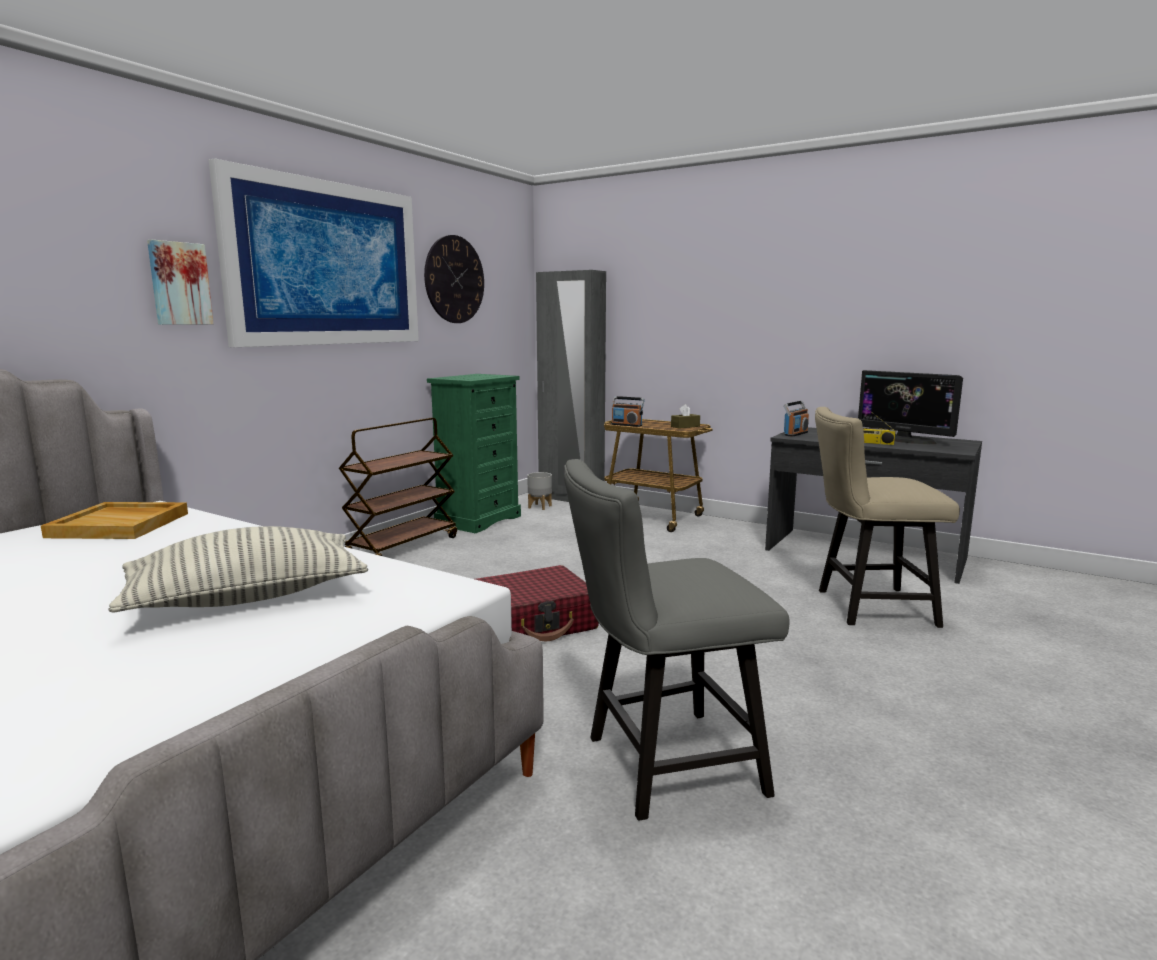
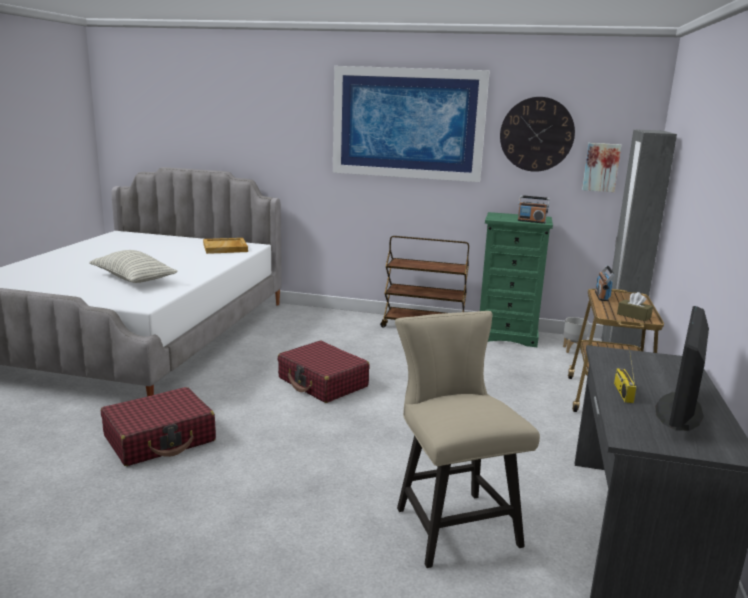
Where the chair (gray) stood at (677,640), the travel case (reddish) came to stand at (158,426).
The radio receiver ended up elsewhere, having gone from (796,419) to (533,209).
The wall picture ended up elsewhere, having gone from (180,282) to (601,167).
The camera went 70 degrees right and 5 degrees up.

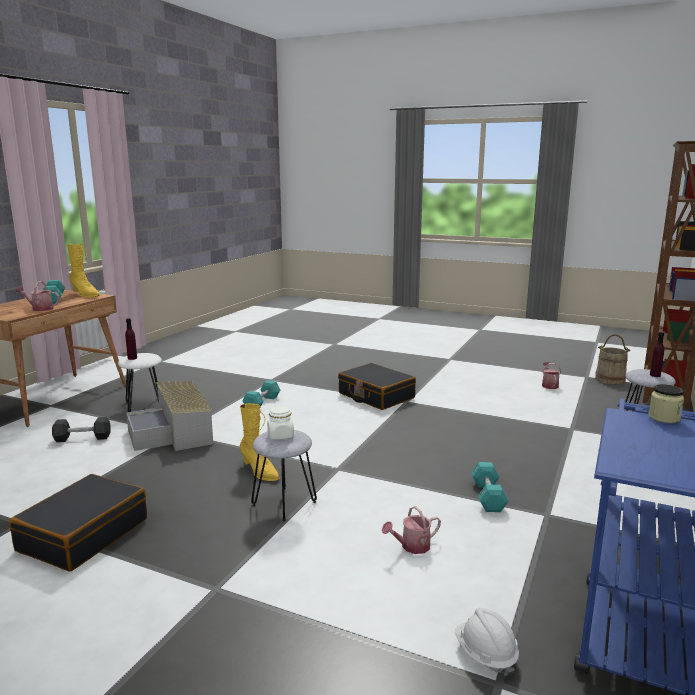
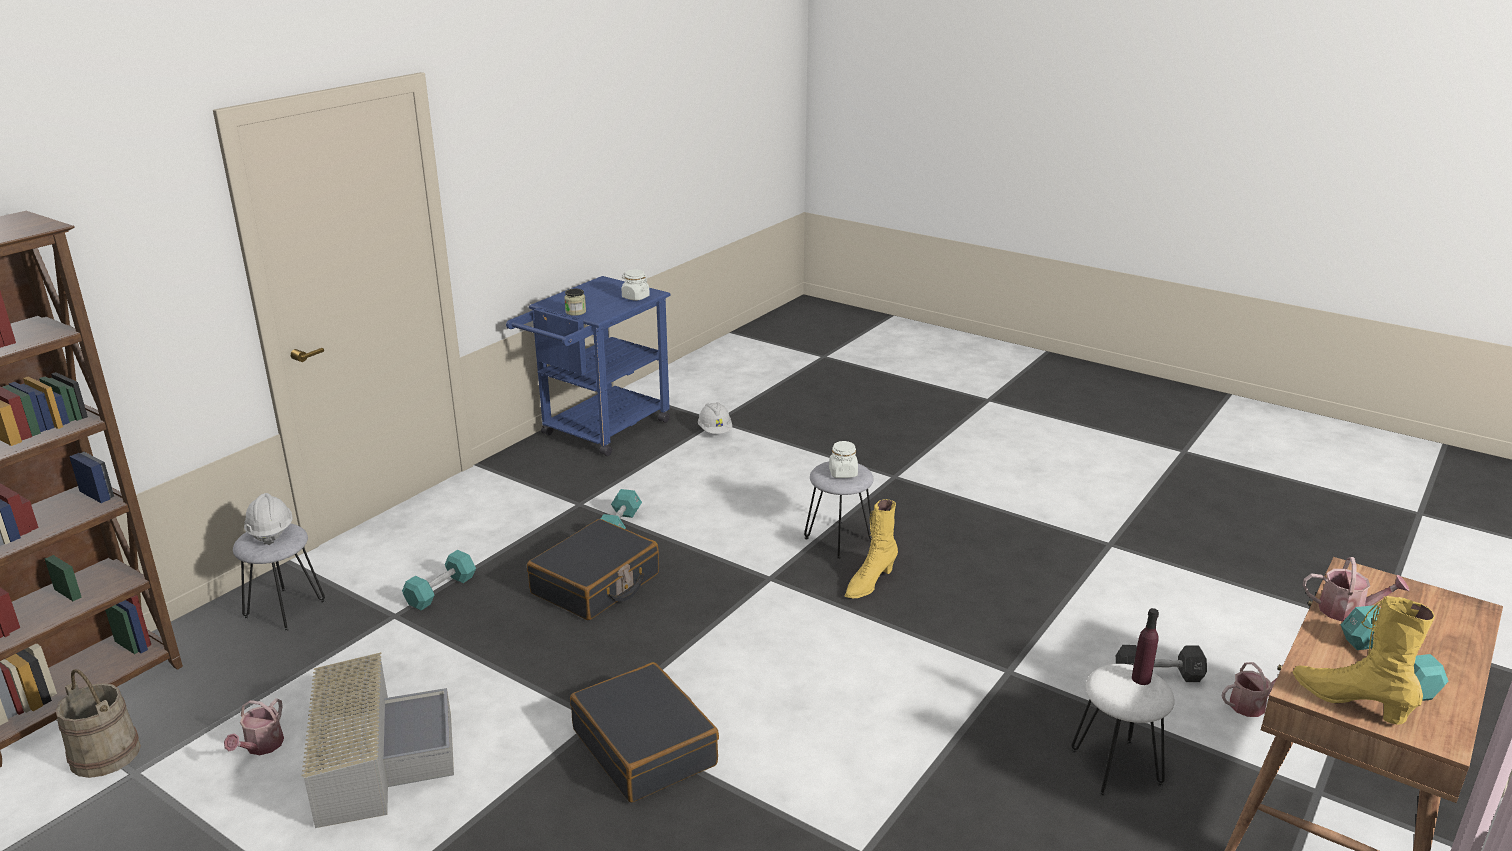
Where the beverage bottle (purple-coloured) stood at (657,354), the work helmet (whitish) came to stand at (268,519).
The storage box (gray) ended up elsewhere, having gone from (169,416) to (377,740).
The hand weight (turquoise-coloured) ended up elsewhere, having gone from (261,393) to (439,580).
The travel case (black-coloured) ended up elsewhere, having gone from (78,523) to (593,569).
The second view gained the preserve jar (whitish) at (636,285).
The high-top boot (yellow-coloured) at (259,442) ended up facing another way, 105 degrees counterclockwise from before.
The sprinkling can ended up elsewhere, having gone from (411,530) to (1252,689).
The camera went 170 degrees left and 10 degrees up.

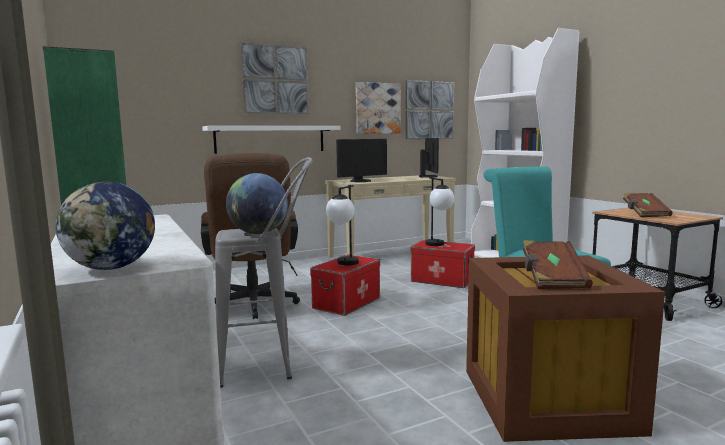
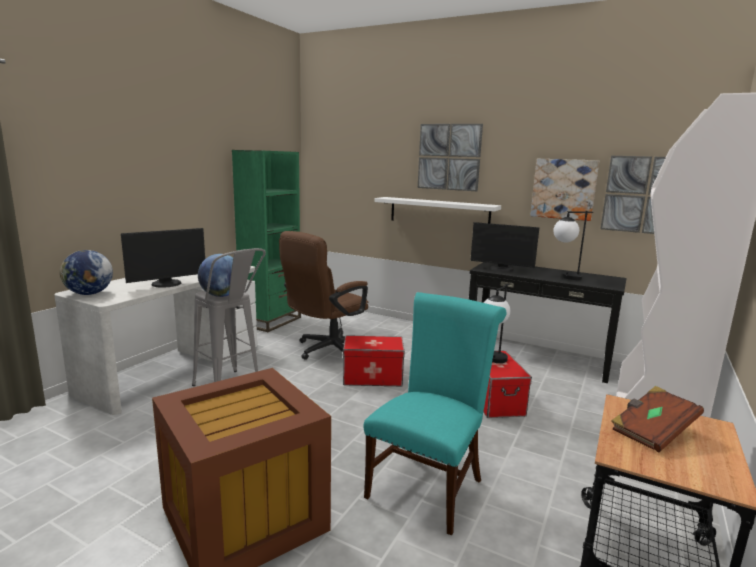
The monitor ended up elsewhere, having gone from (429,158) to (163,258).
What was the hall table (beige-coloured) at (390,216) turned into the hall table (black-coloured) at (548,322).
The tabletop lamp ended up elsewhere, having gone from (342,225) to (573,245).
The second view lost the volume (brown) at (558,264).
The camera went 55 degrees right and 5 degrees up.

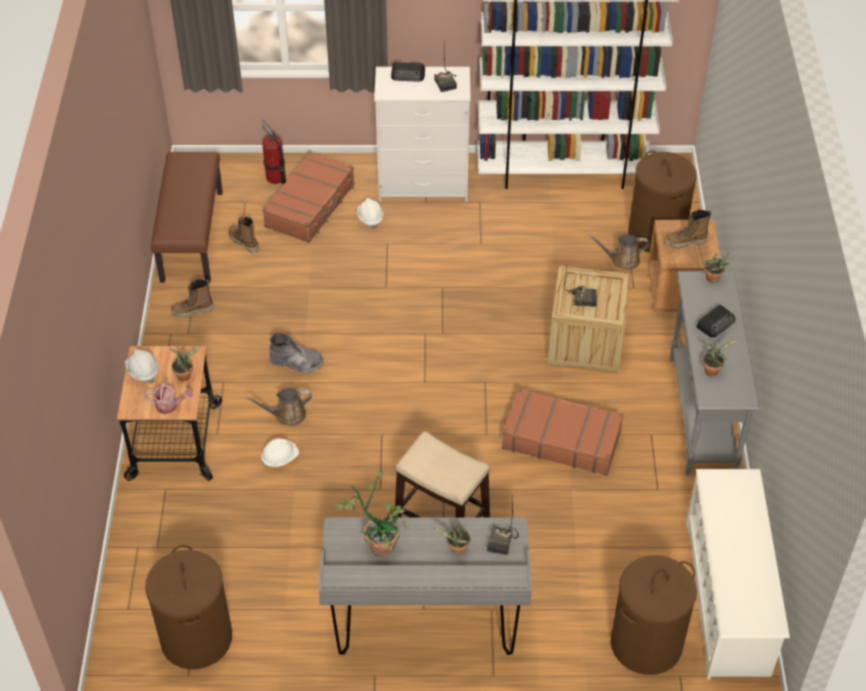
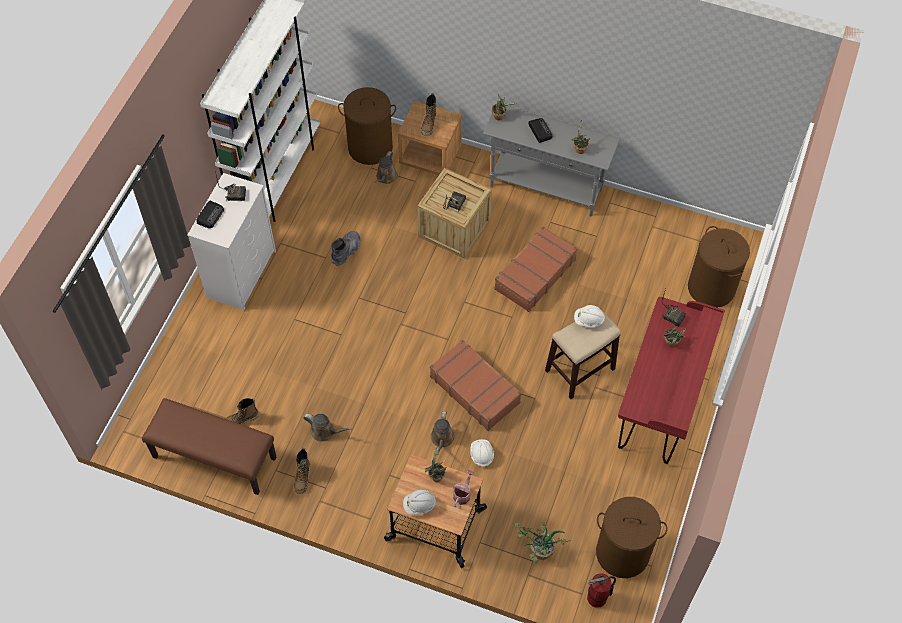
The second view gained the sprinkling can (brown) at (328,428).
The high-top boot (gray) ended up elsewhere, having gone from (296,353) to (346,248).
The travel case (brown) ended up elsewhere, having gone from (308,197) to (475,385).
The potted plant ended up elsewhere, having gone from (372,514) to (543,542).
The work helmet (whitish) ended up elsewhere, having gone from (370,213) to (589,316).
The fire extinguisher ended up elsewhere, having gone from (274,153) to (601,590).
What was the desk (gray) at (425,586) turned into the desk (reddish) at (671,380).
The second view lost the shoe rack (whitish) at (738,574).
The camera went 70 degrees left and 10 degrees up.

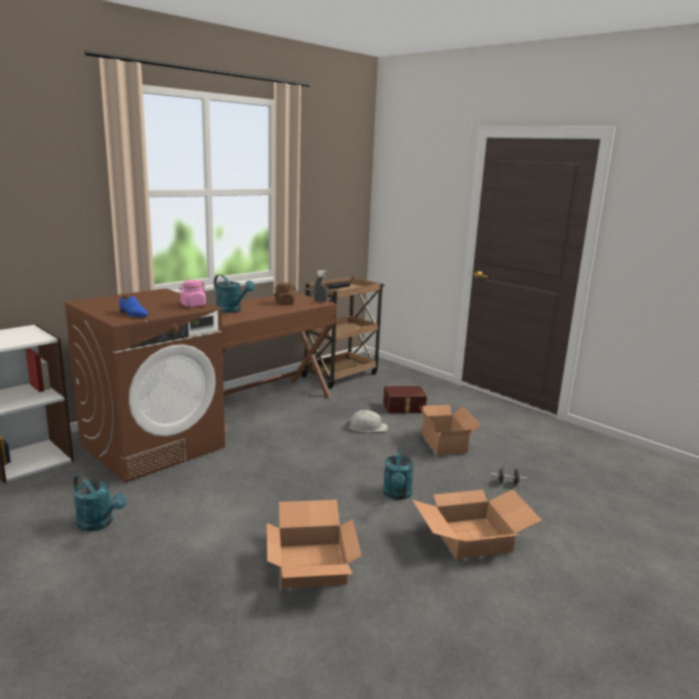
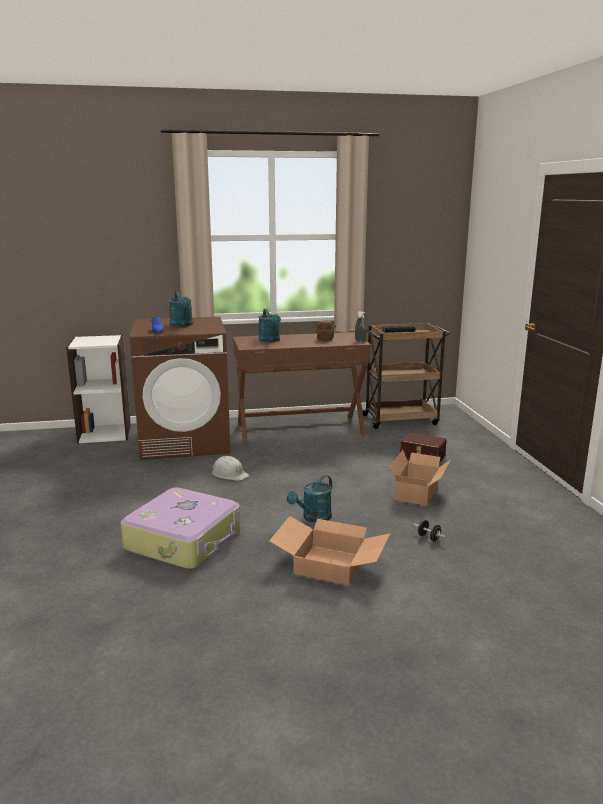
Where the cardboard box stood at (314,544), the travel case came to stand at (180,528).
The sprinkling can (turquoise-coloured) ended up elsewhere, having gone from (100,502) to (181,309).
The work helmet (whitish) ended up elsewhere, having gone from (367,421) to (230,468).
The second view lost the preserve jar (pink-coloured) at (192,293).
The camera went 35 degrees right and 0 degrees up.

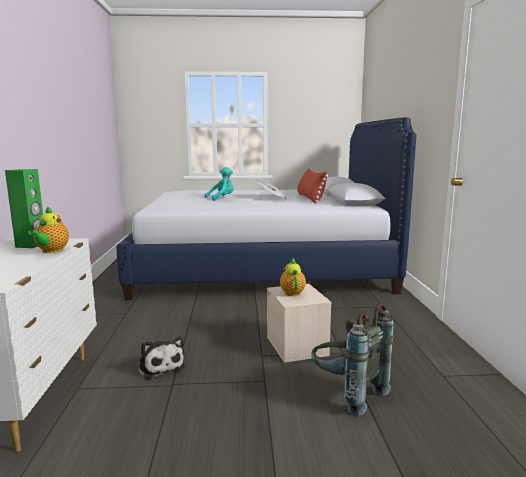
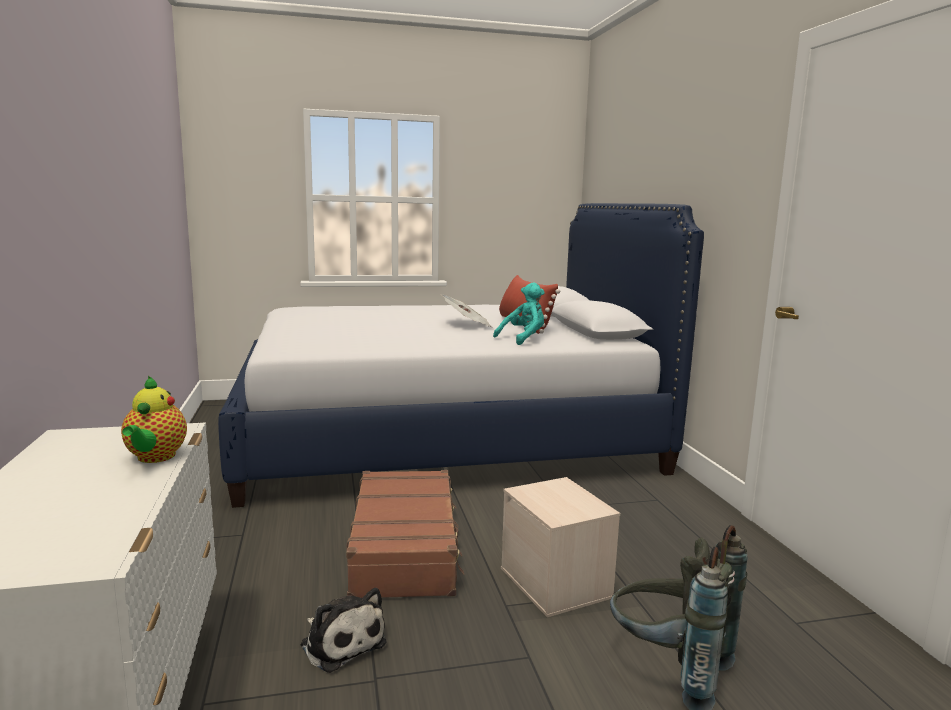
The second view gained the travel case (brown) at (405,534).
The soft toy (turquoise-coloured) ended up elsewhere, having gone from (219,184) to (519,314).
The second view lost the speaker (green) at (24,208).
The second view lost the tea pot at (293,277).
The camera went 10 degrees left and 0 degrees up.

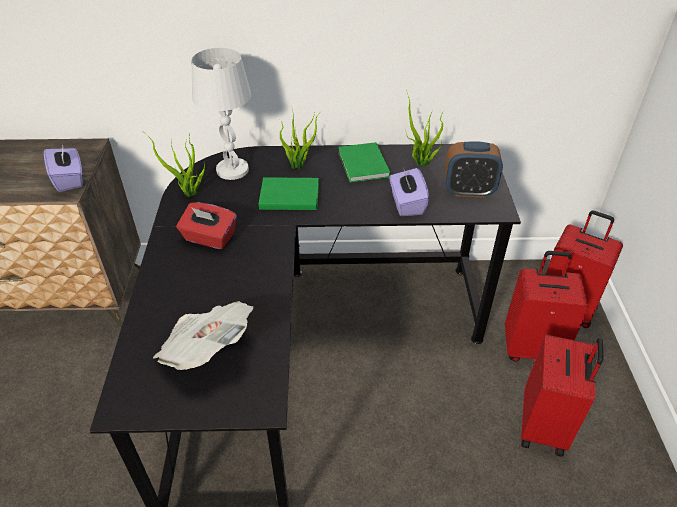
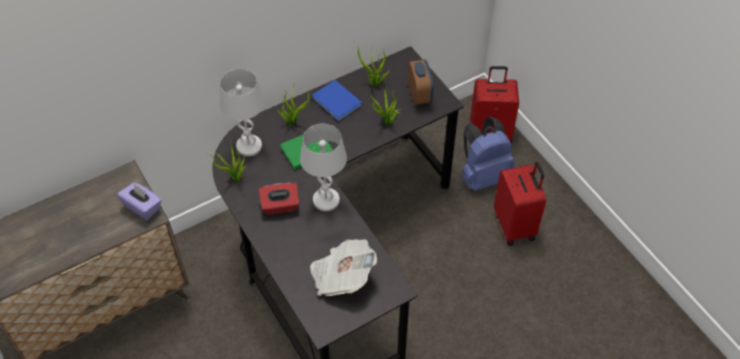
The second view gained the tabletop lamp (whitish) at (323,167).
What was the volume (green) at (364,162) turned into the volume (bluish) at (337,101).
Where the tissue holder (purple-coloured) stood at (409,191), the potted plant came to stand at (386,106).
The table clock at (474,169) ended up facing another way, 75 degrees counterclockwise from before.
Where the travel case (reddish) stood at (546,306), the backpack (bluish) came to stand at (488,153).
The camera went 30 degrees left and 10 degrees up.

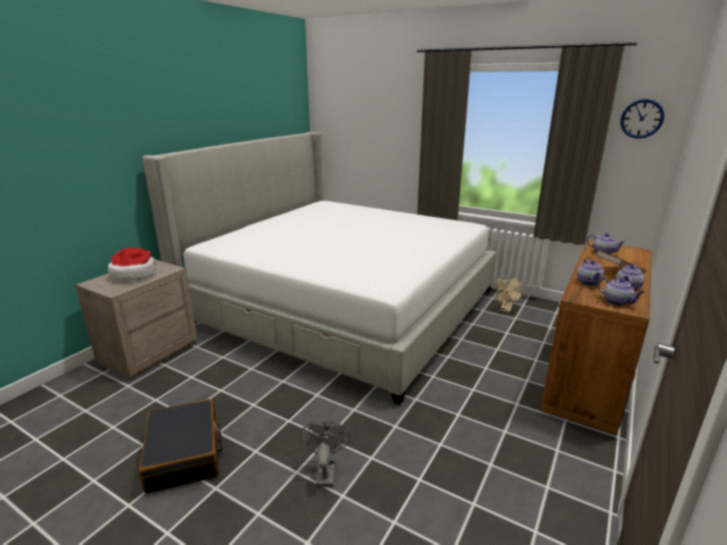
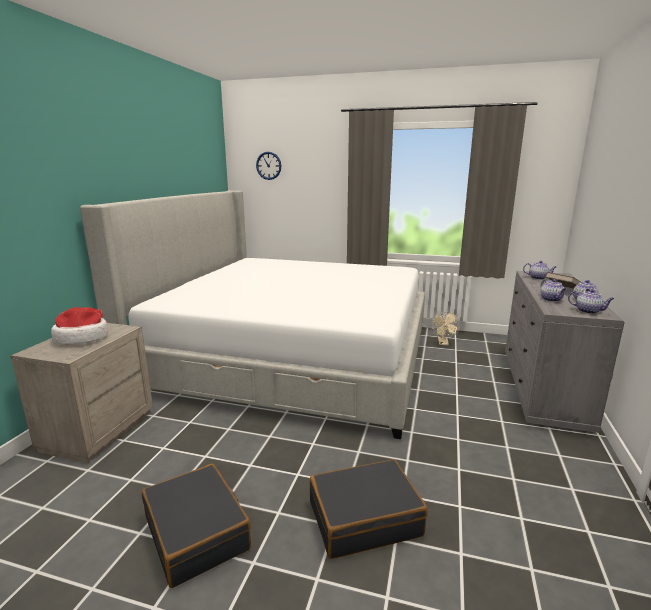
The clock on the wall ended up elsewhere, having gone from (642,119) to (268,166).
Where the electric fan (gray) stood at (325,453), the travel case (black-coloured) came to stand at (369,509).
What was the chest of drawers (brown) at (596,338) turned into the chest of drawers (gray) at (565,352).
The camera went 15 degrees left and 5 degrees down.

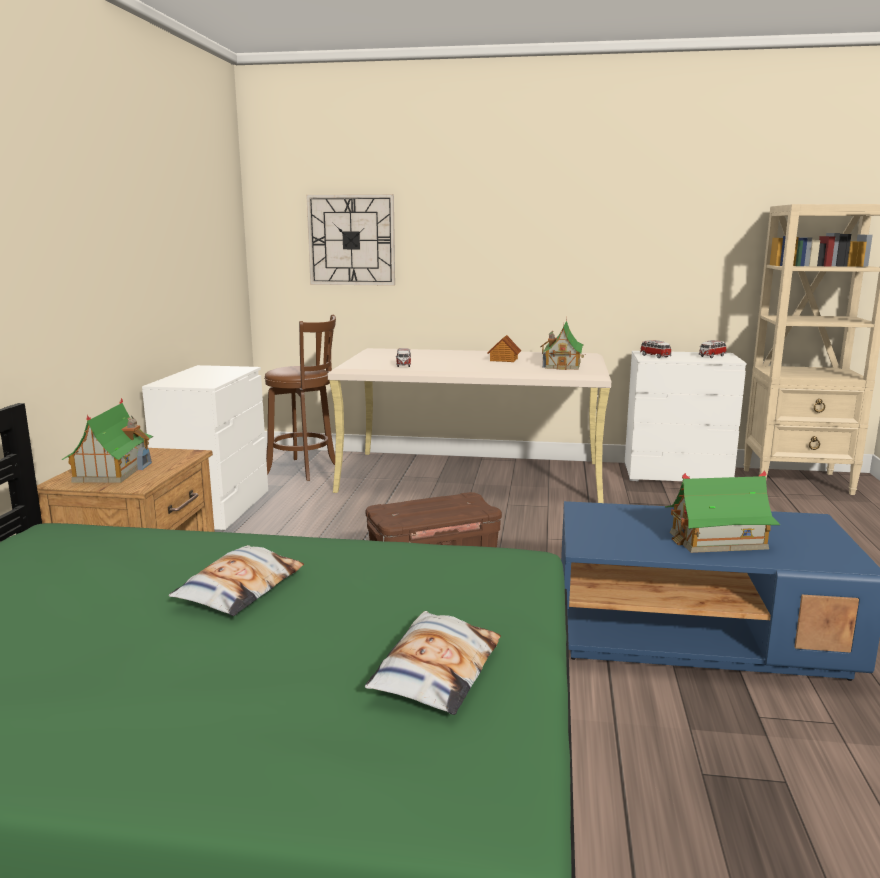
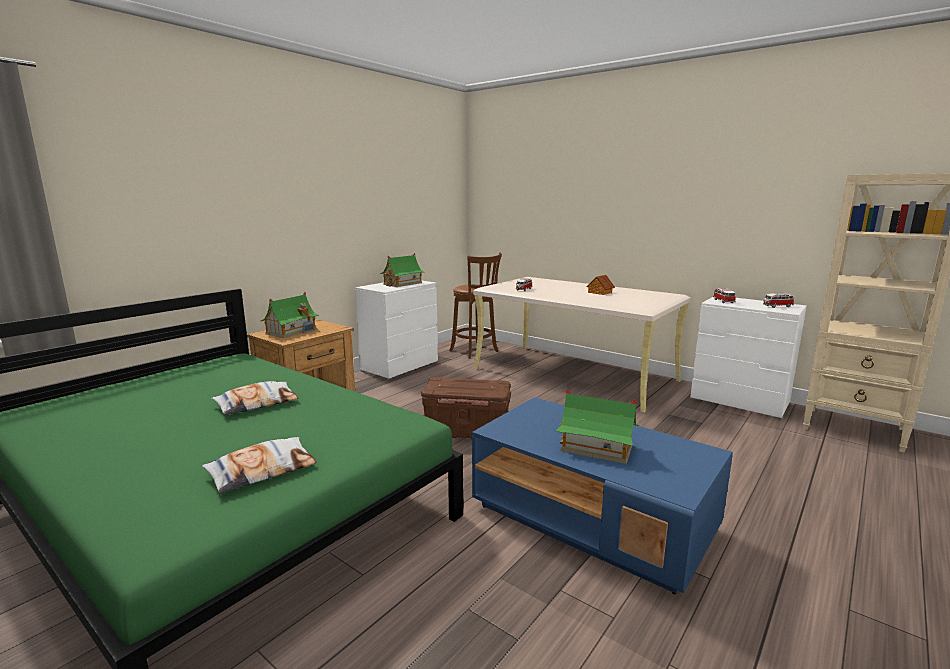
The model house ended up elsewhere, having gone from (563,344) to (402,270).
The second view lost the clock on the wall at (350,240).
The camera went 30 degrees right and 0 degrees up.

